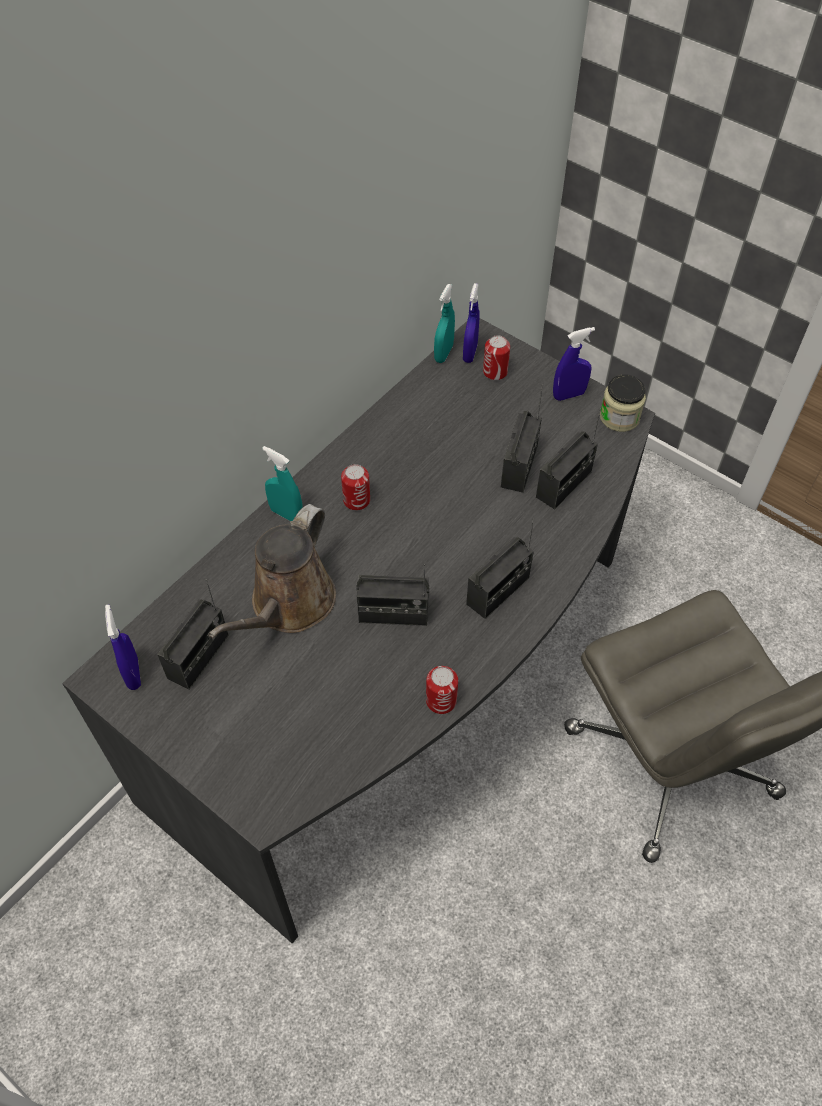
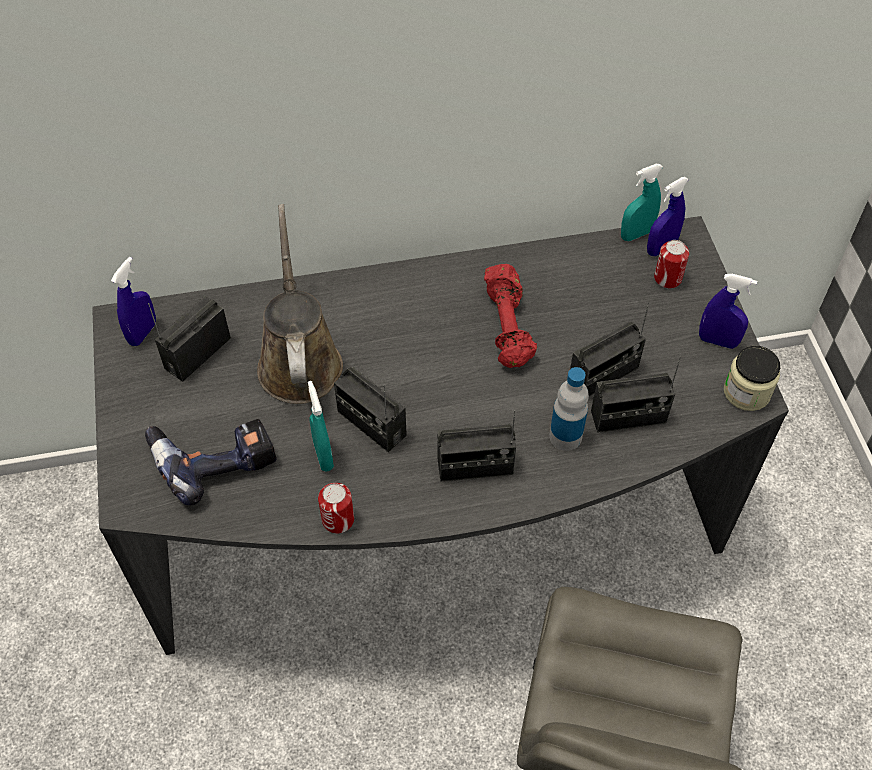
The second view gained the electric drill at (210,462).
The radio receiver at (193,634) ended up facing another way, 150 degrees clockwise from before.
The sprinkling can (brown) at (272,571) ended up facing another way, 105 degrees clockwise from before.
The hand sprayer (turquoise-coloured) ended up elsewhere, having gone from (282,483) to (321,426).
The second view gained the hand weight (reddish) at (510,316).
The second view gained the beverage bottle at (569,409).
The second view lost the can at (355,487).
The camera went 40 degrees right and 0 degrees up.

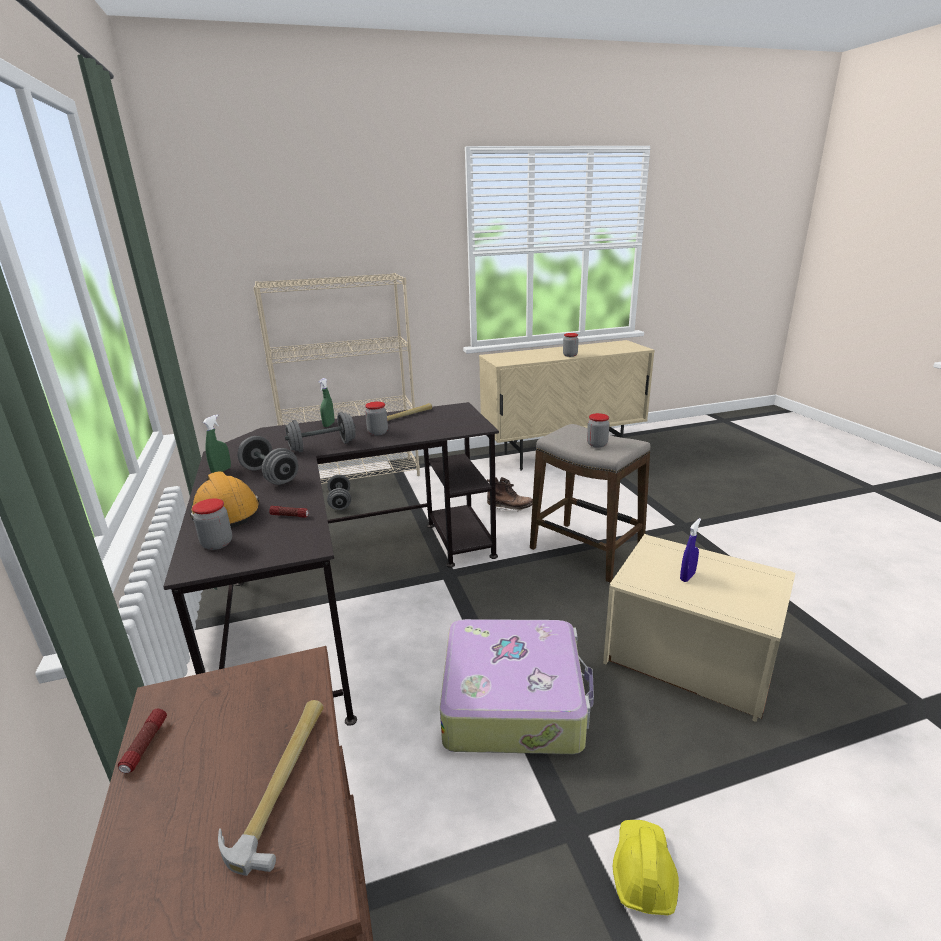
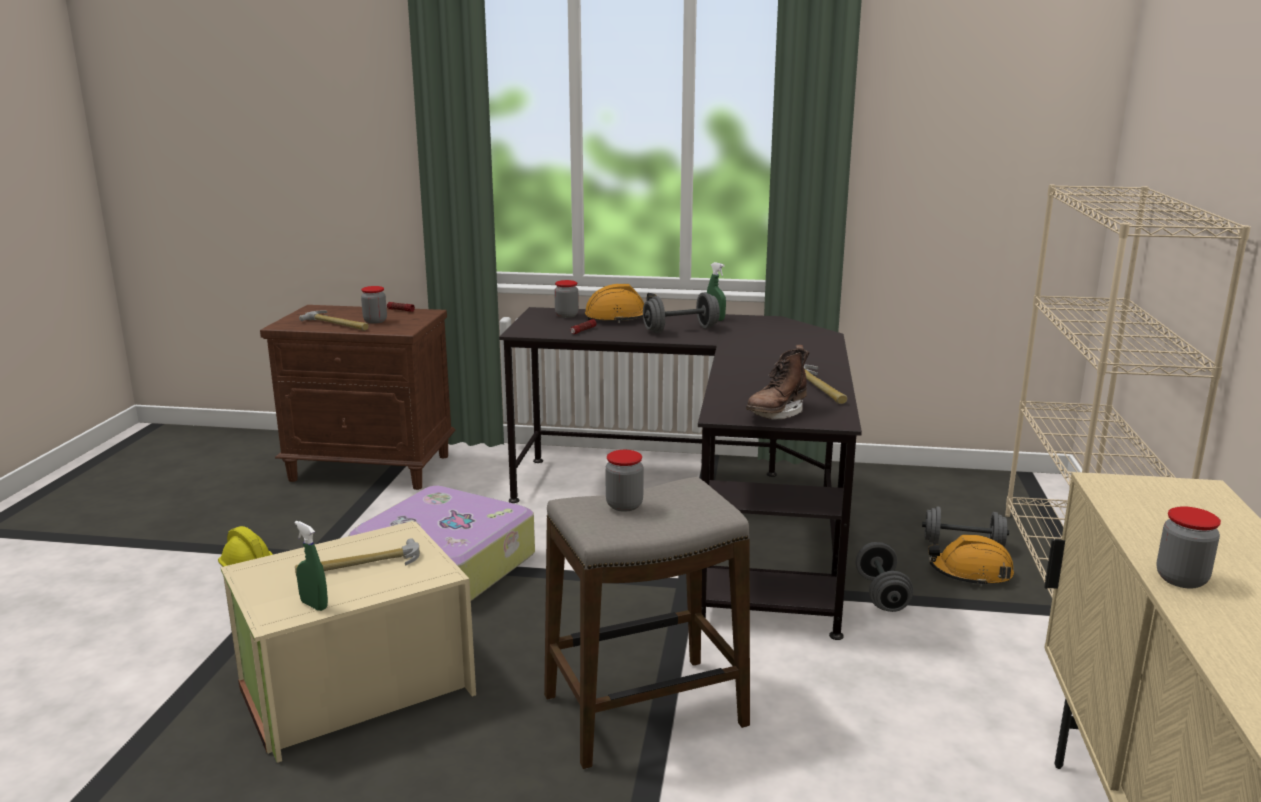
The hand sprayer (green) ended up elsewhere, having gone from (327,402) to (311,566).
Where the hand sprayer (bluish) stood at (690,550), the hand hammer came to stand at (357,557).
The preserve jar ended up elsewhere, having gone from (376,419) to (374,305).
The high-top boot (brown) ended up elsewhere, having gone from (510,494) to (778,382).
The hand weight (gray) ended up elsewhere, having gone from (320,432) to (884,577).
The second view gained the work helmet (orange) at (971,561).
The camera went 115 degrees right and 5 degrees down.

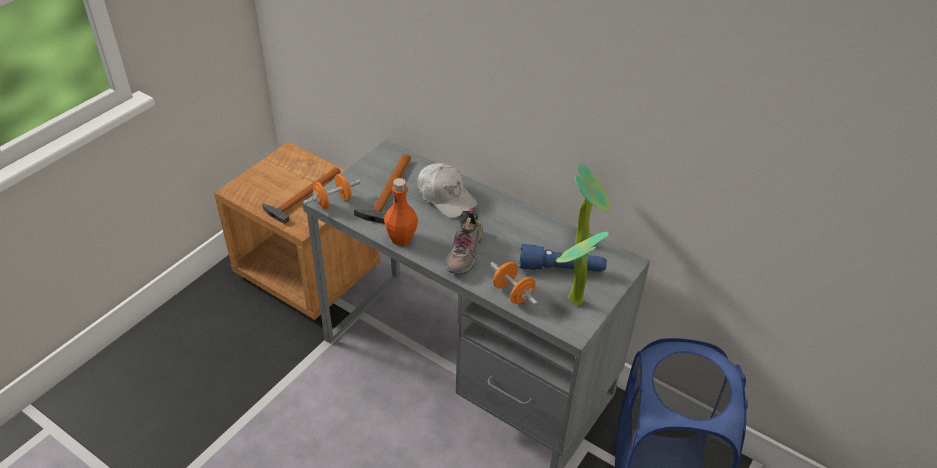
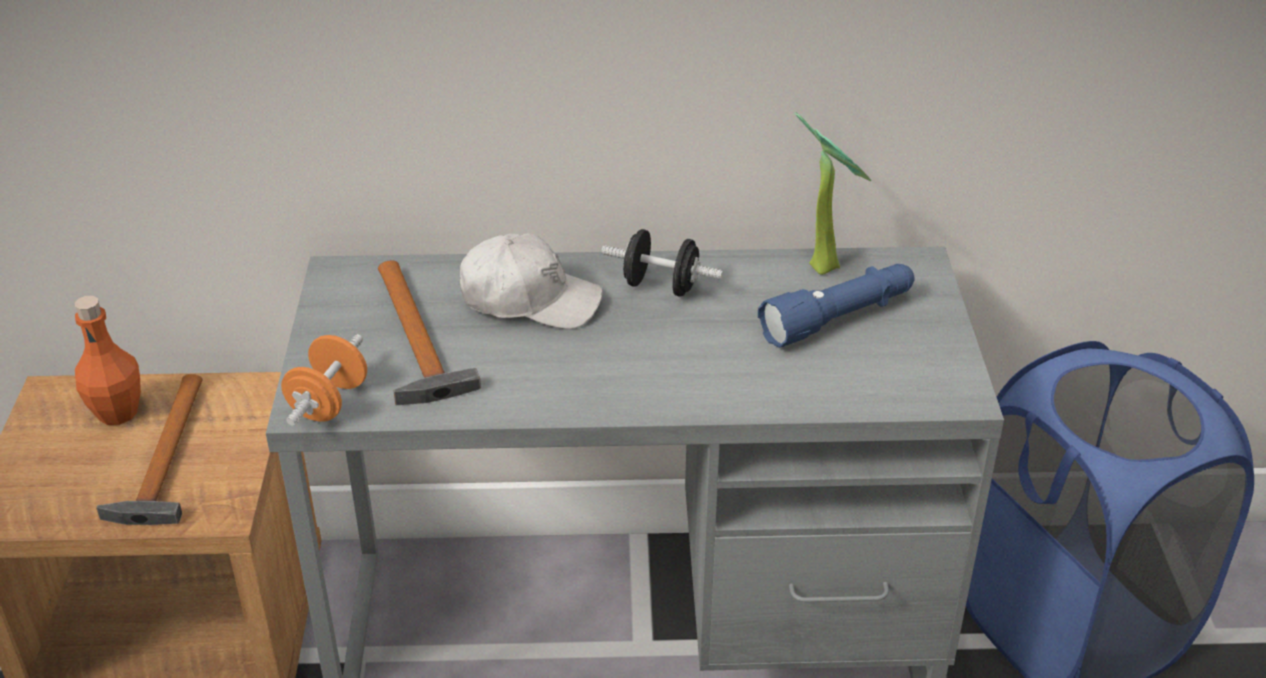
The beverage bottle (orange) ended up elsewhere, having gone from (401,212) to (108,360).
The second view gained the hand weight (black-coloured) at (662,263).
The second view lost the item of footwear at (464,241).
The second view lost the hand weight (orange) at (514,283).
The second view lost the potted plant at (582,269).
The camera went 35 degrees left and 5 degrees down.

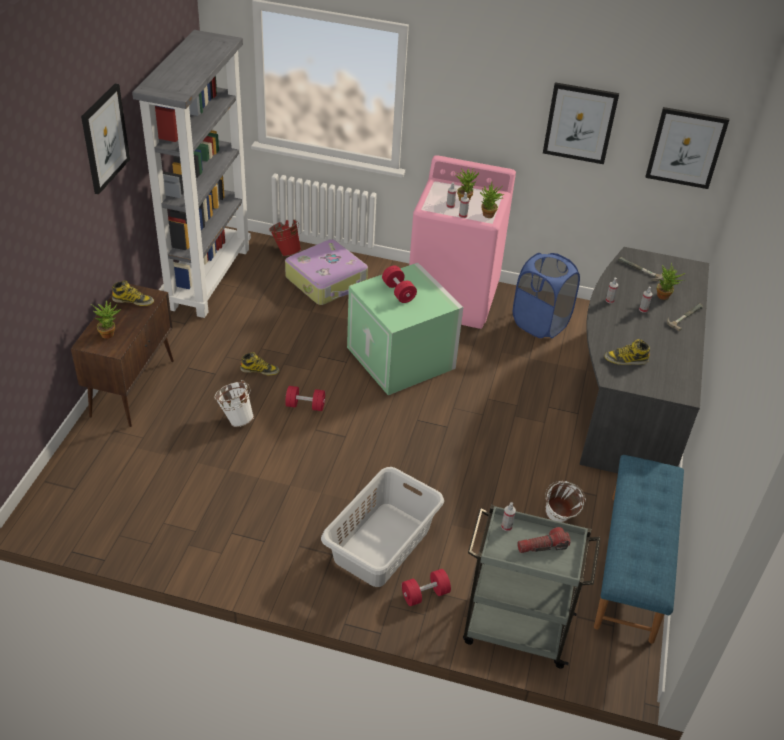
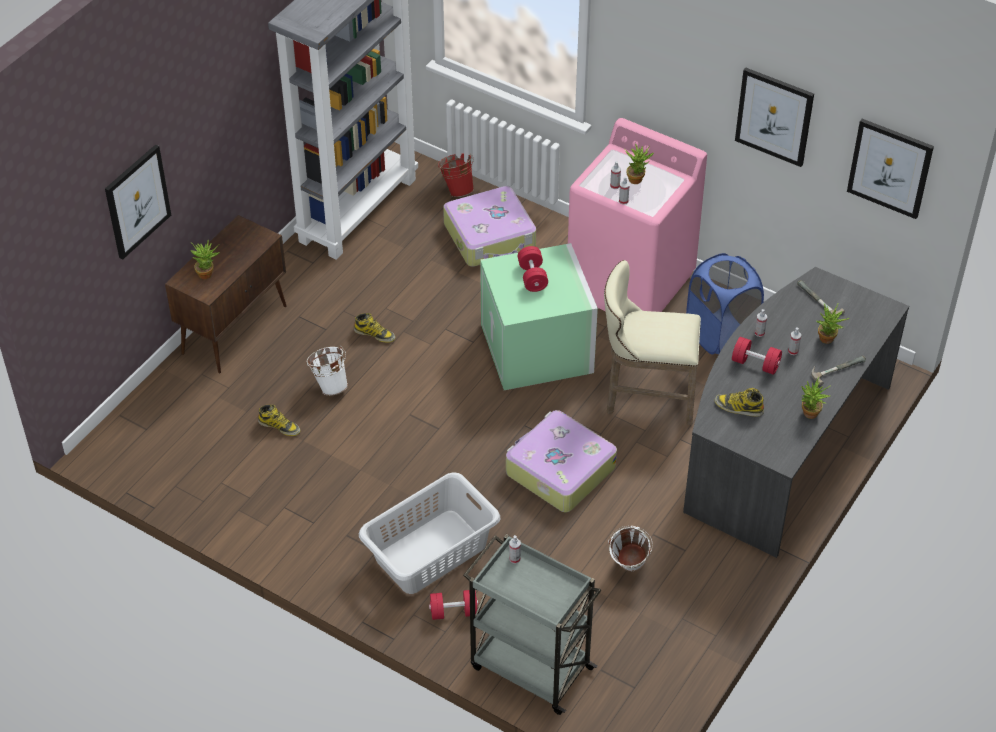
The wall picture ended up elsewhere, having gone from (105,138) to (138,201).
The high-top boot ended up elsewhere, having gone from (133,293) to (279,420).
The second view gained the travel case at (561,461).
The second view gained the stool (beige-coloured) at (652,342).
The hand weight (reddish) ended up elsewhere, having gone from (305,398) to (757,356).
The potted plant ended up elsewhere, having gone from (492,200) to (815,398).
The second view lost the hand torch at (544,540).
The second view lost the indoor bench (bluish) at (639,549).
The camera went 20 degrees right and 5 degrees up.

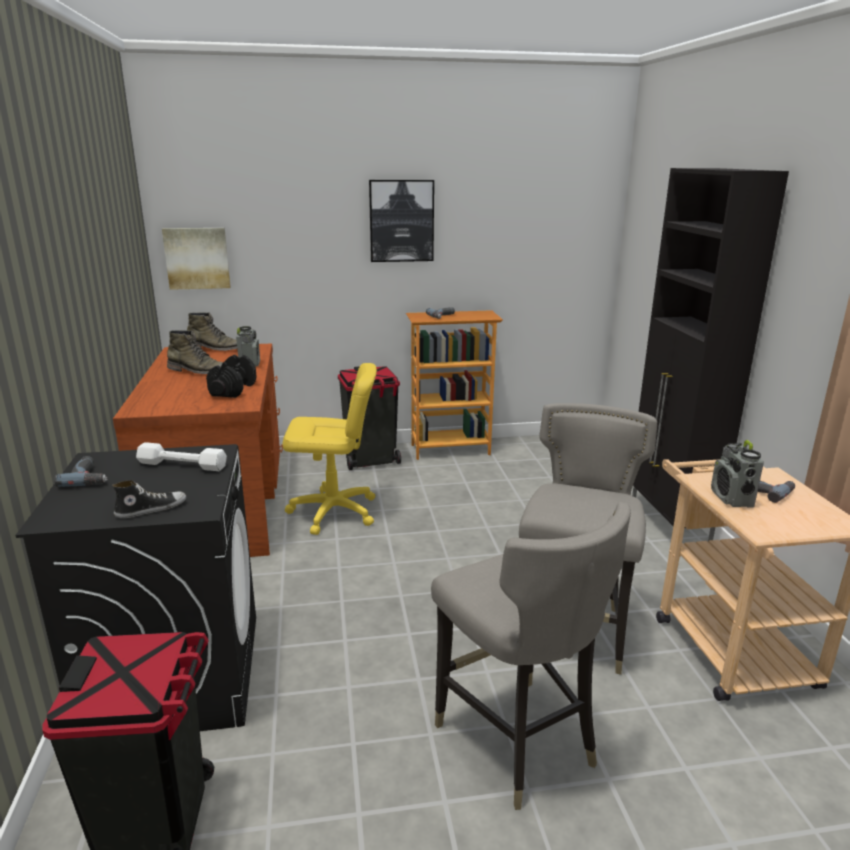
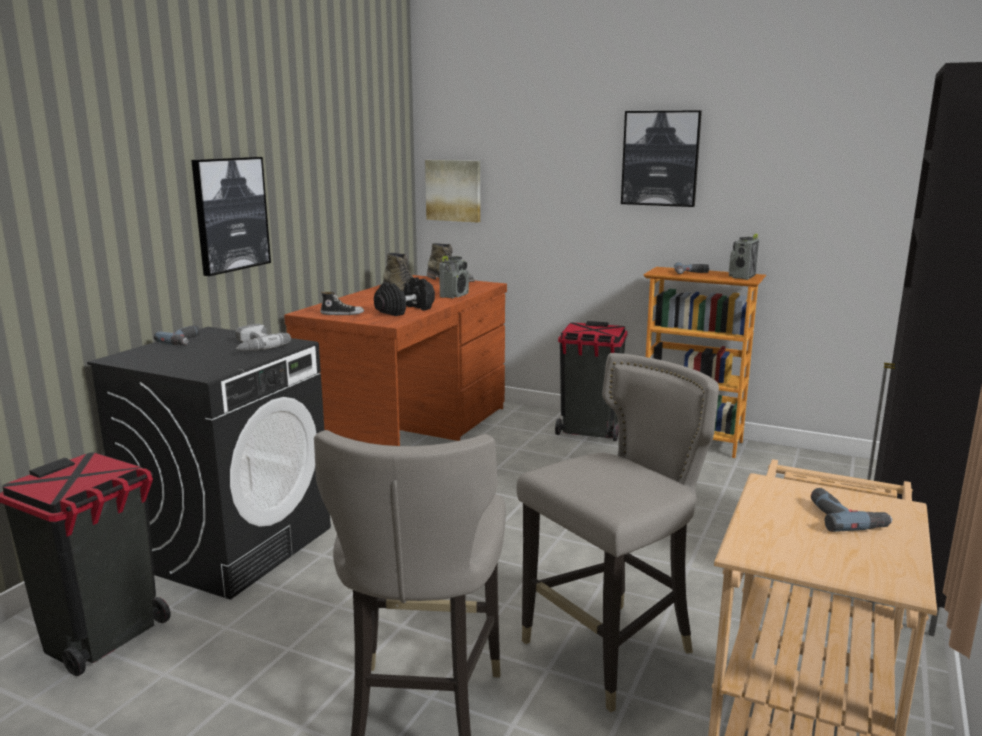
The second view gained the wall picture at (231,216).
Where the hand weight (whitish) stood at (181,456), the electric drill came to stand at (263,337).
The item of footwear ended up elsewhere, having gone from (149,499) to (342,303).
The radio receiver ended up elsewhere, having gone from (737,473) to (744,256).
The second view lost the computer chair (yellow-coloured) at (329,449).
The camera went 35 degrees right and 5 degrees down.

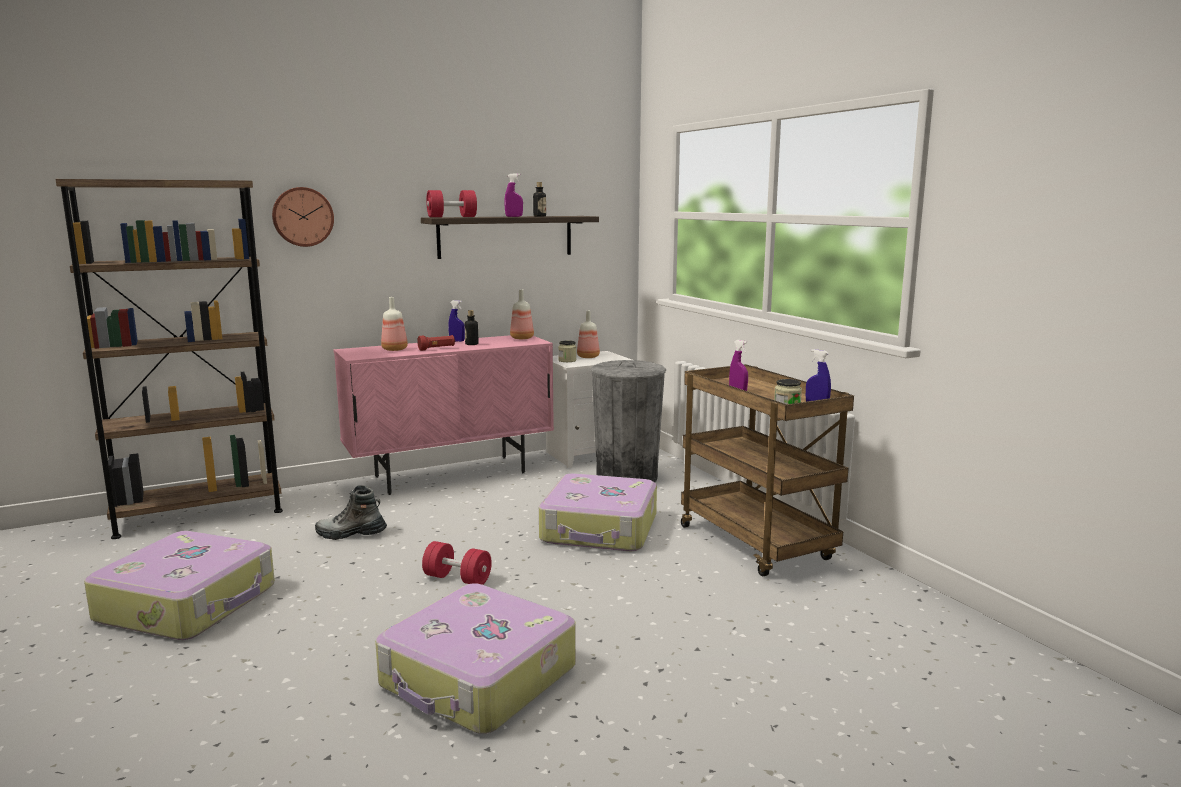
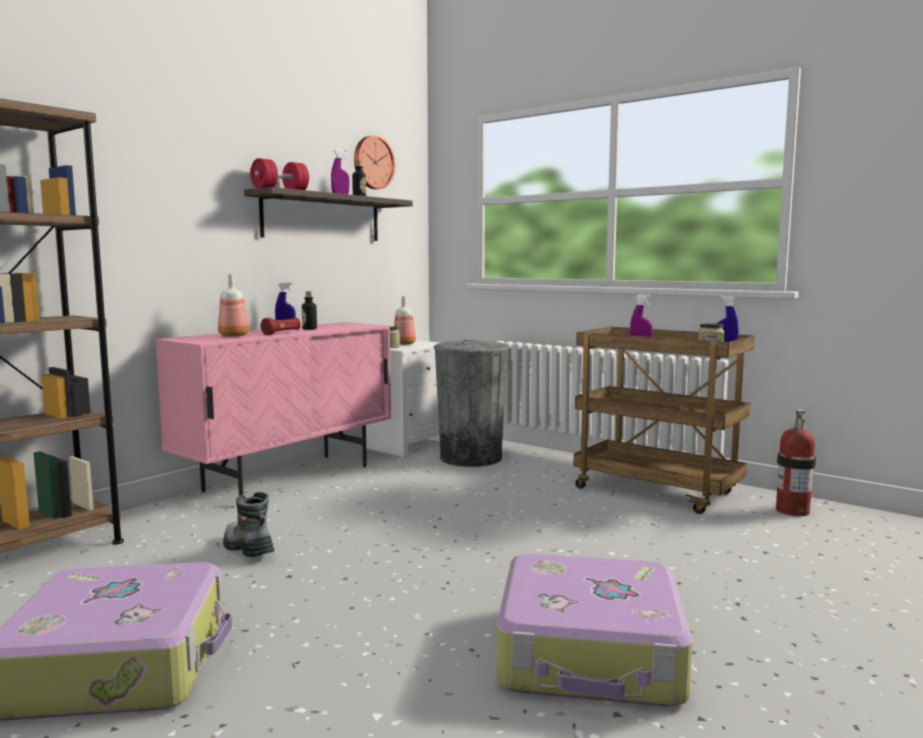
The high-top boot at (351,512) ended up facing another way, 75 degrees clockwise from before.
The clock on the wall ended up elsewhere, having gone from (303,217) to (374,162).
The second view gained the fire extinguisher at (796,462).
The second view lost the hand weight (reddish) at (457,563).
The second view lost the beverage bottle at (522,314).
The second view lost the travel case at (598,512).
The camera went 25 degrees left and 5 degrees down.

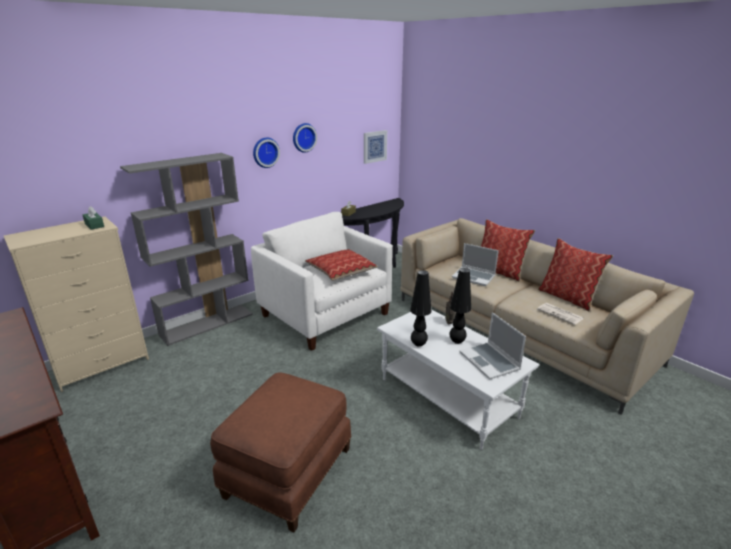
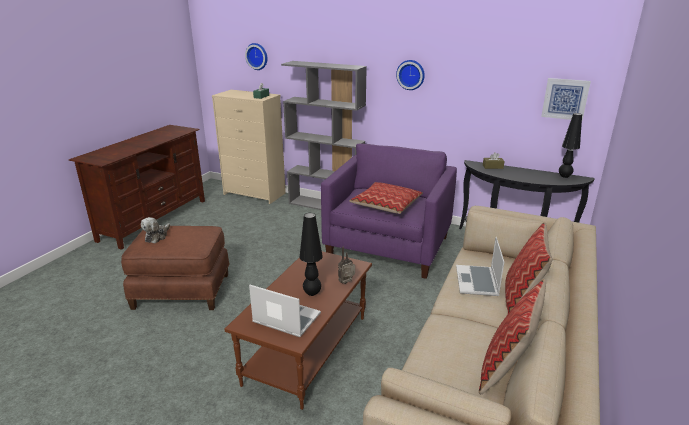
The second view gained the soft toy at (155,230).
What was the lounge table (whitish) at (458,379) turned into the lounge table (brown) at (298,330).
The clock on the wall ended up elsewhere, having gone from (305,138) to (256,56).
The laptop at (493,346) ended up facing another way, 75 degrees clockwise from before.
What was the armchair (whitish) at (322,281) turned into the armchair (purple-coloured) at (389,211).
The tabletop lamp (black-coloured) ended up elsewhere, having gone from (420,308) to (570,145).
The second view lost the newspaper at (560,314).
The camera went 65 degrees right and 0 degrees up.

